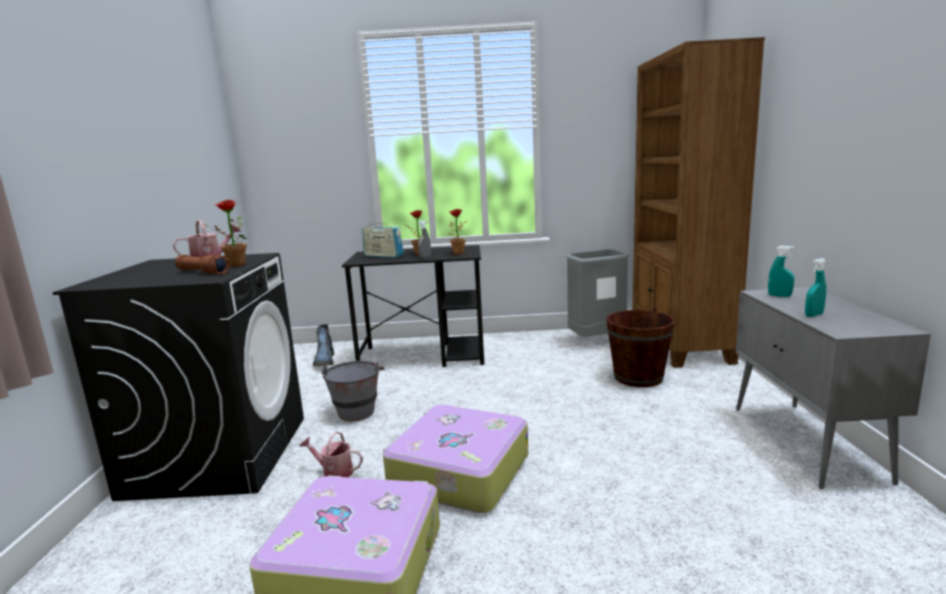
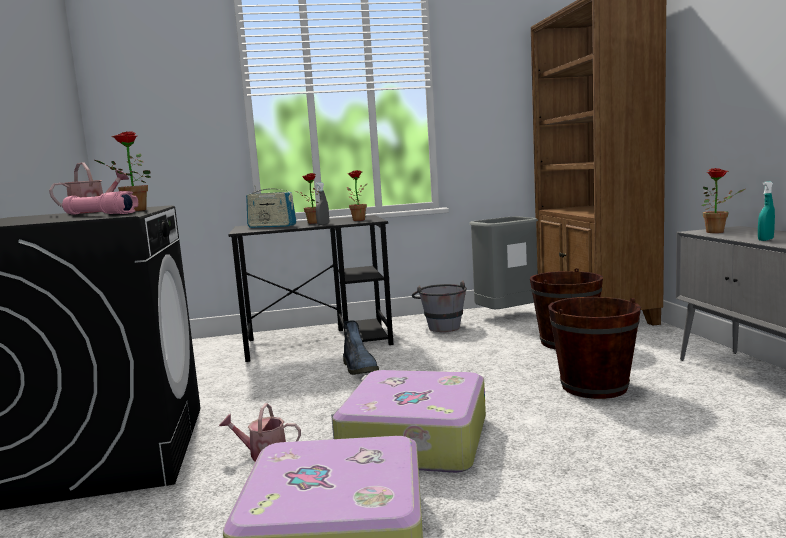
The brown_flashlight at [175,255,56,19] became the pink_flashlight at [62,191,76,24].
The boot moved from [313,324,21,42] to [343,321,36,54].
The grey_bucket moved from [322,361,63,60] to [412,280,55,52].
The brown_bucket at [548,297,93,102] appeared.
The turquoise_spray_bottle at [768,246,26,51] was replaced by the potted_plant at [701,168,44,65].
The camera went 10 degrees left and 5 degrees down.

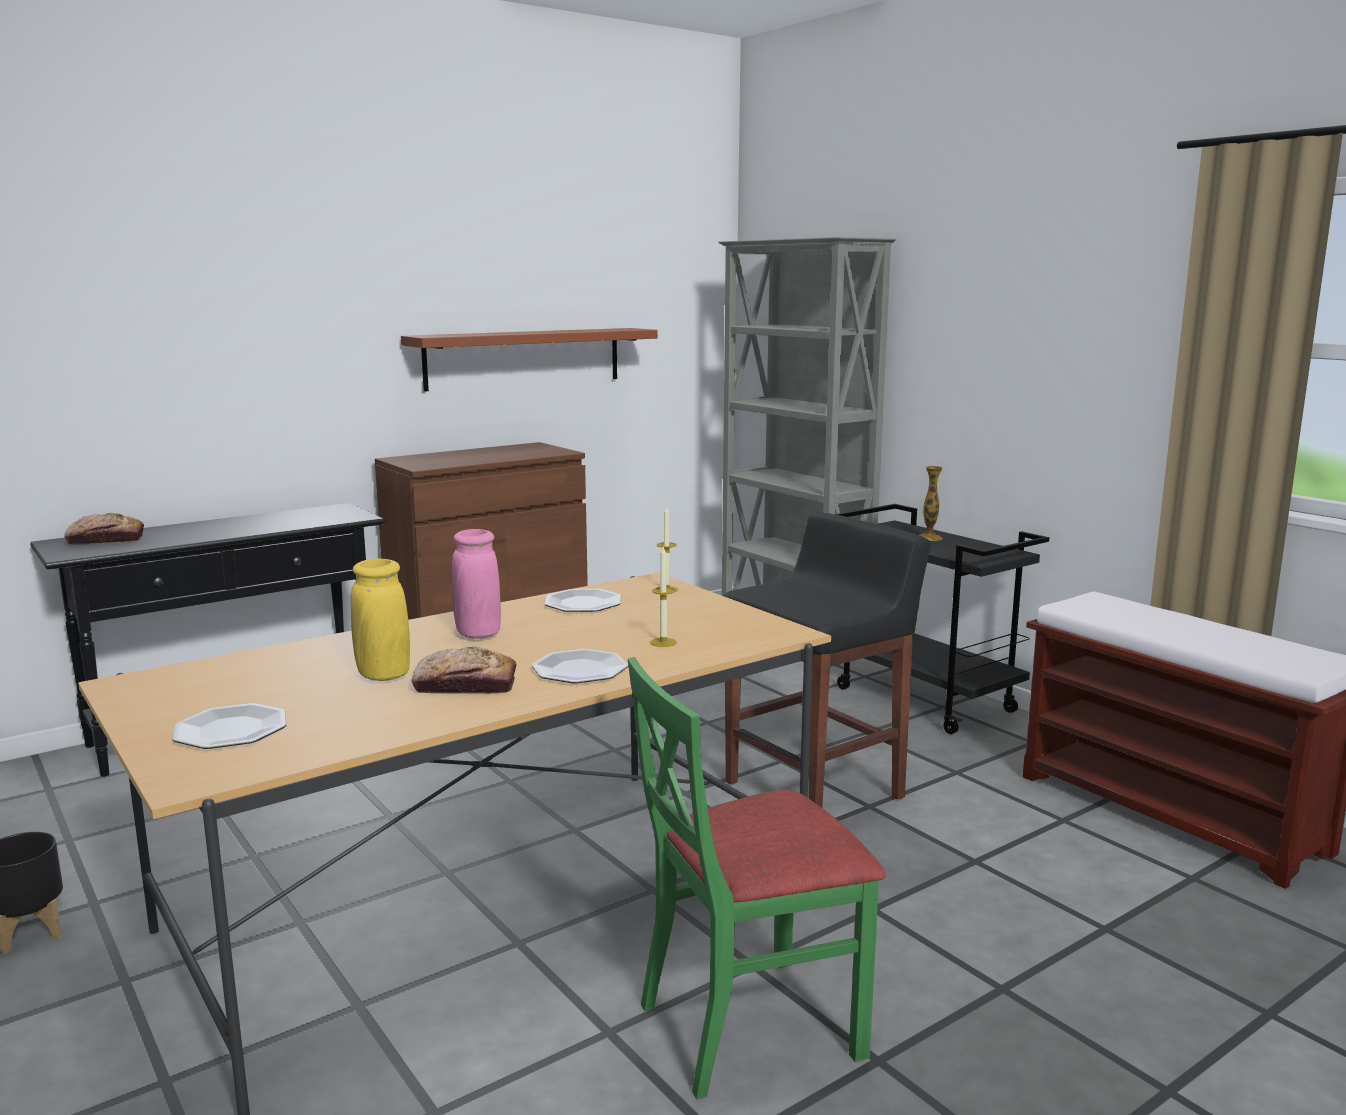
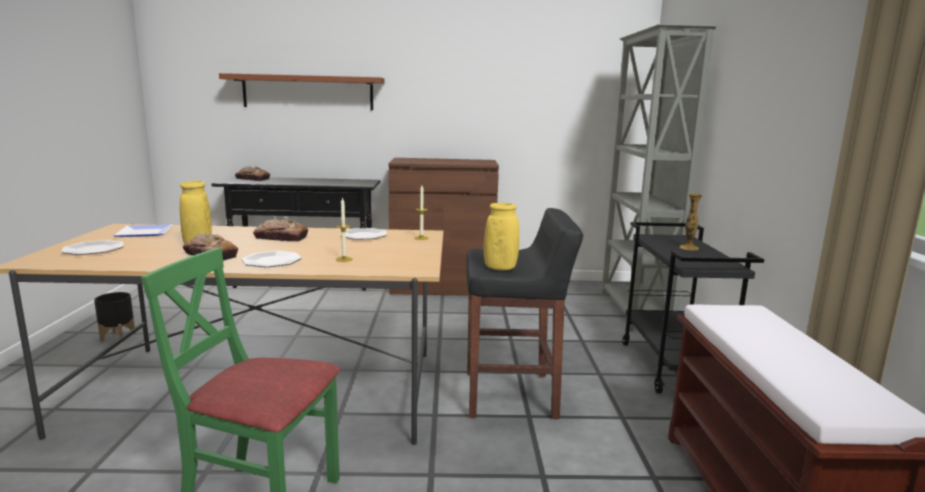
The plate at [113,224,60,13] appeared.
The brown_shelf moved from [401,328,257,64] to [219,73,165,37].
The pink_vase at [452,529,49,110] was replaced by the bread at [253,219,55,23].
The yellow_vase at [484,203,35,68] appeared.
The camera went 35 degrees right and 0 degrees up.

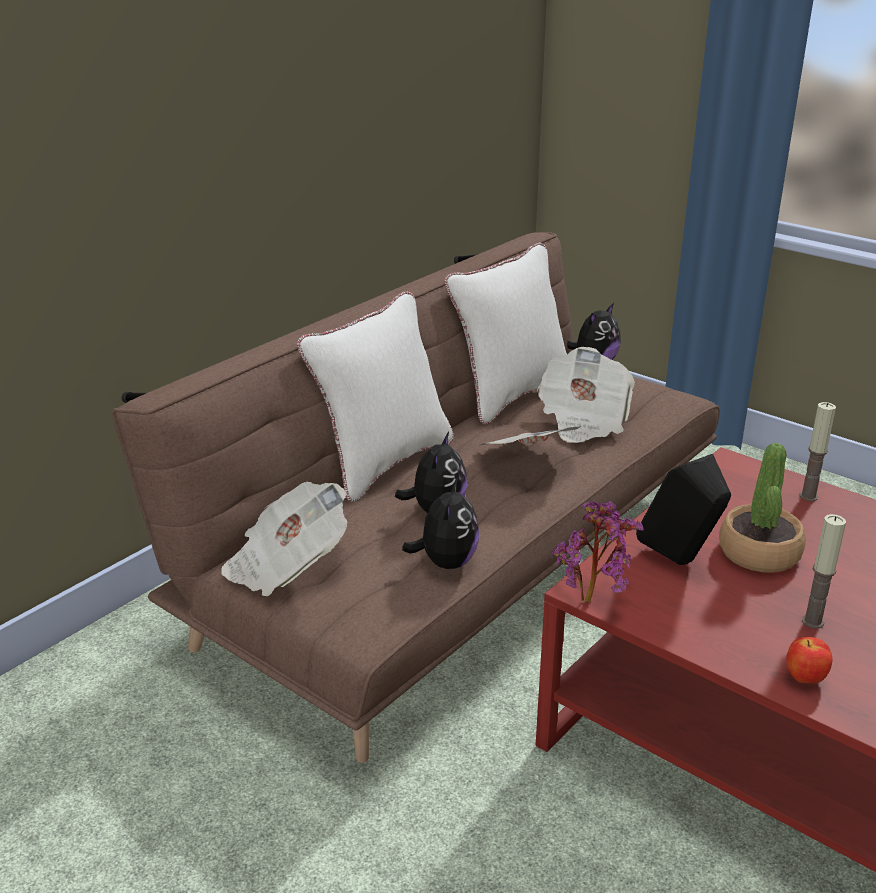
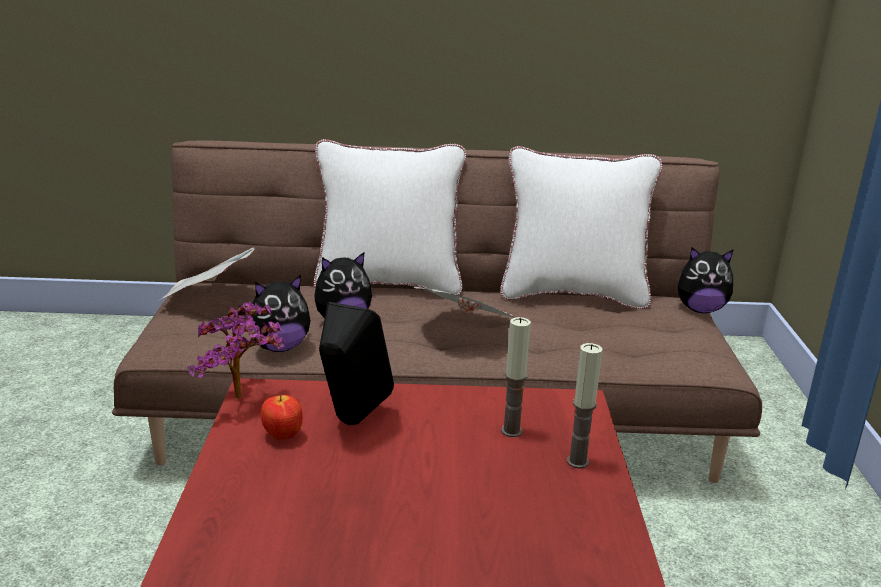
The apple moved from [786,637,46,47] to [261,394,42,47].
The candle moved from [802,514,44,115] to [501,317,30,120].
The newspaper at [537,347,98,96] disappeared.
The potted_plant at [719,443,87,130] disappeared.
The camera went 50 degrees right and 5 degrees down.

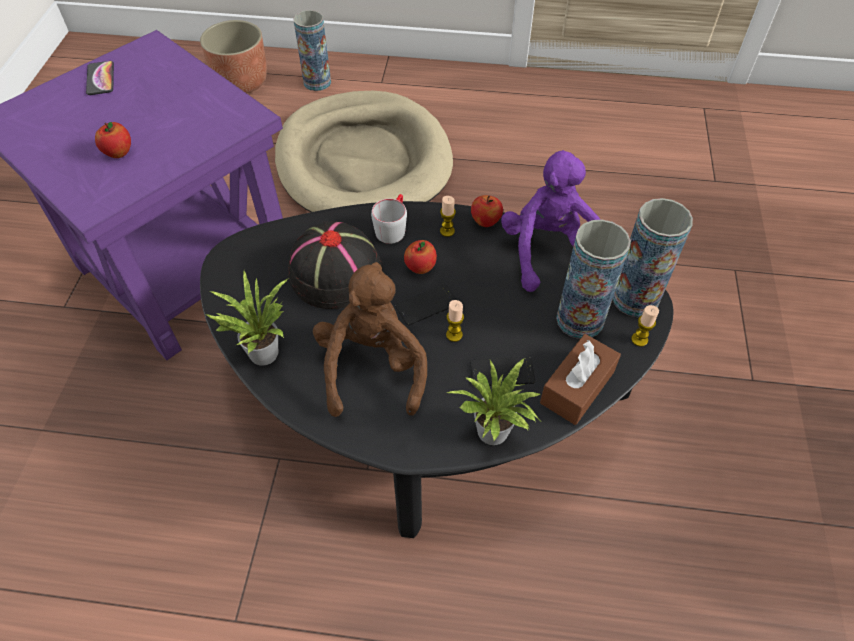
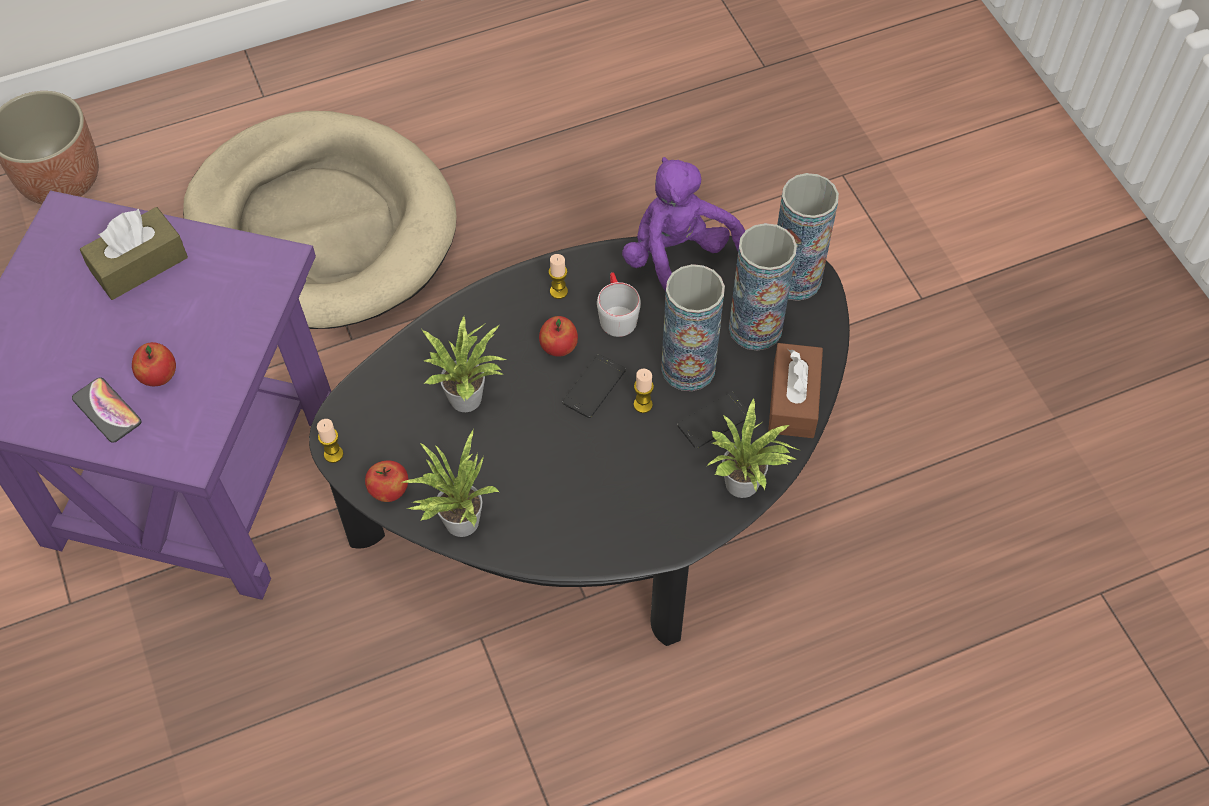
The phone moved from [86,61,28,34] to [72,377,69,66].
The brown_tissue_box at [80,207,108,93] appeared.
The candle moved from [631,305,28,42] to [317,419,26,44].
The apple moved from [471,195,32,32] to [365,460,43,42].
The black_hat at [288,222,95,87] was replaced by the potted_plant at [422,315,84,97].
The grey_mug moved from [371,194,36,50] to [597,272,44,65].
The vase moved from [294,10,37,81] to [661,264,64,127].
The brown_plush_toy at [313,262,114,155] disappeared.
The camera went 30 degrees left and 5 degrees up.

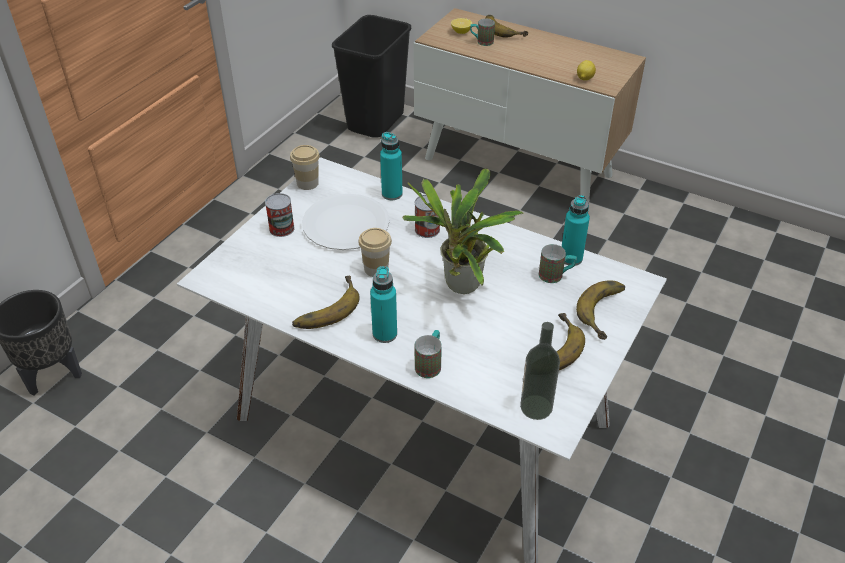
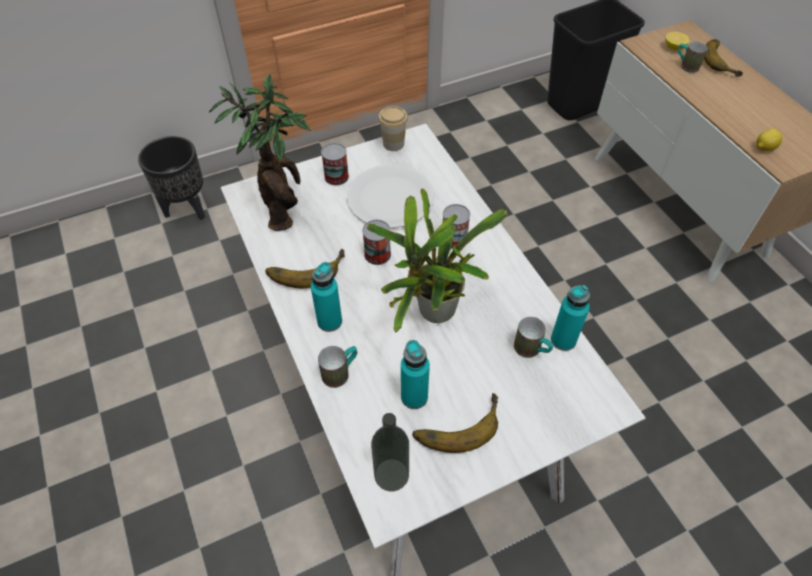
The potted_plant at [209,73,102,158] appeared.
The cup at [358,228,34,49] was replaced by the can at [362,220,29,45].
The turquoise_bottle moved from [380,132,23,68] to [401,340,29,69].
The banana at [576,280,49,60] disappeared.
The camera went 35 degrees right and 10 degrees up.

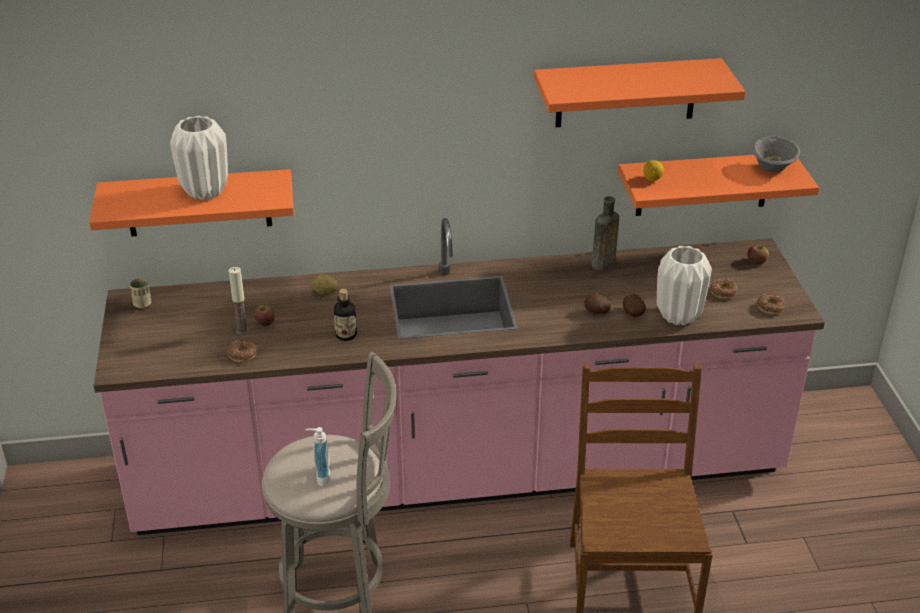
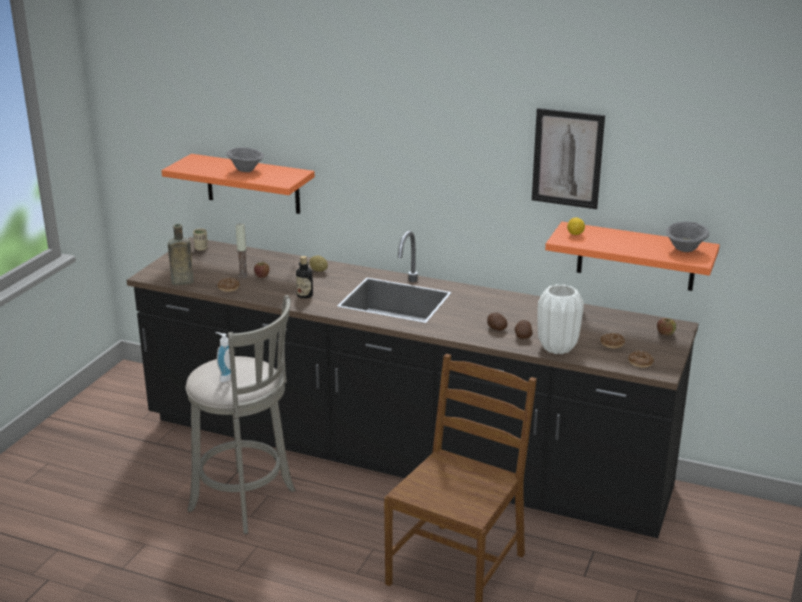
The pink_counter at [94,218,731,317] became the black_counter at [127,231,572,307].
The brown_bottle moved from [592,196,27,74] to [168,224,26,62].
The white_vase at [170,116,58,84] was replaced by the grey_bowl at [226,147,38,25].
The orange_shelf at [534,58,212,69] was replaced by the picture at [532,108,73,101].
The camera went 30 degrees right and 10 degrees down.

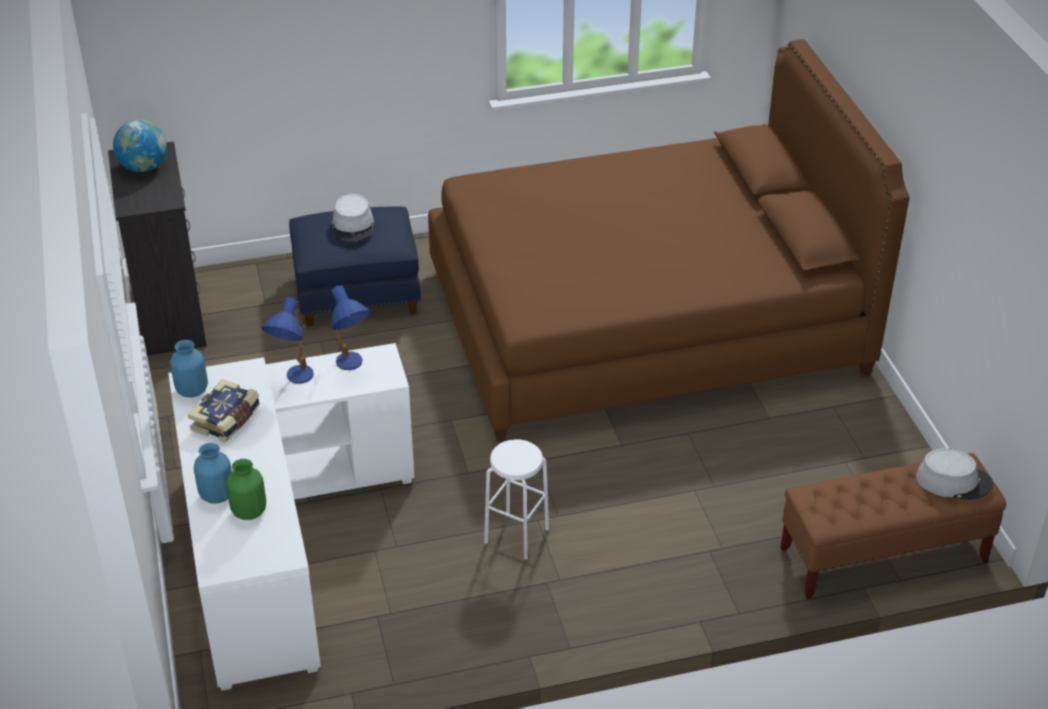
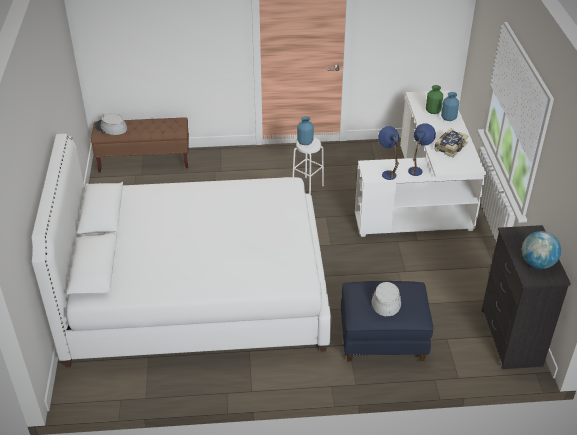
The brown_bed at [428,39,482,403] became the white_bed at [32,134,299,233].
The blue_vase moved from [170,340,38,57] to [297,116,17,29].
The camera went 170 degrees left and 0 degrees up.

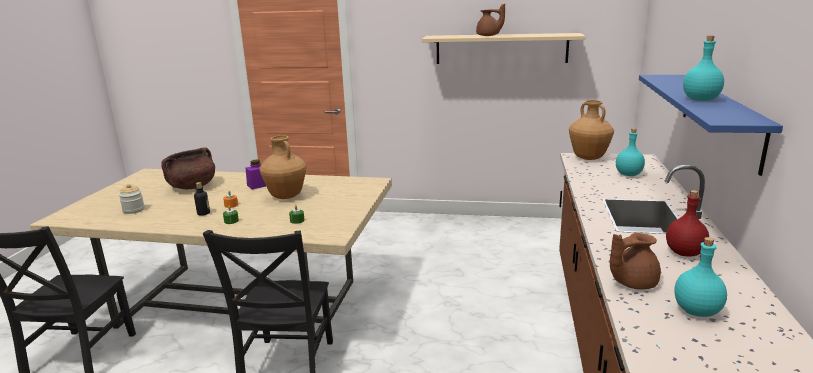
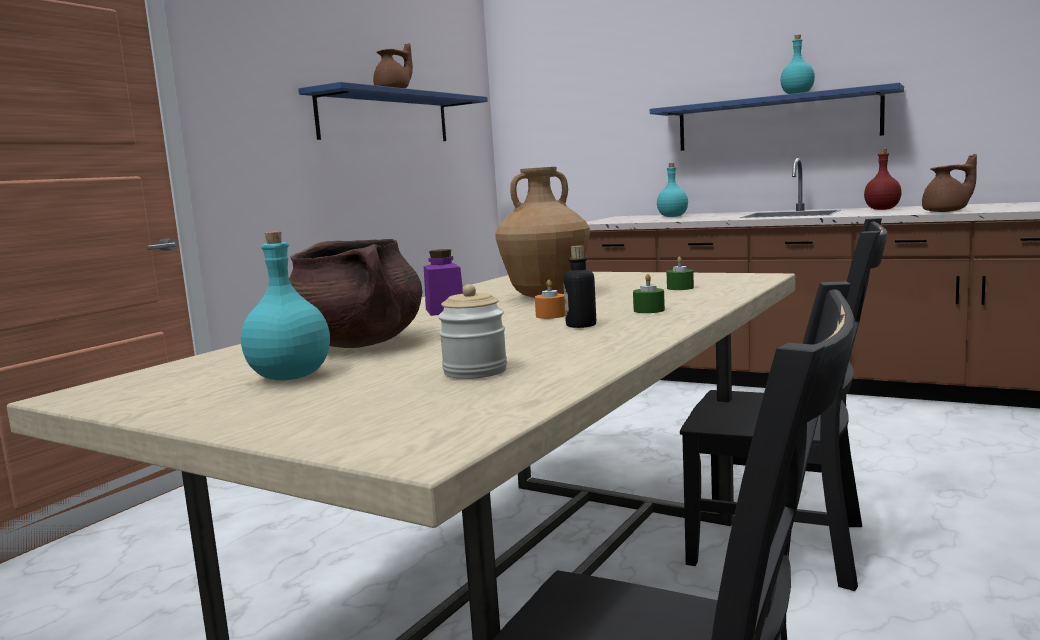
The turquoise_bottle moved from [675,237,52,80] to [241,231,89,149].
The beige_shelf at [422,33,163,31] became the blue_shelf at [298,82,190,59].
The brown_teapot at [610,233,51,56] turned 90 degrees counterclockwise.
The brown_vase at [569,100,45,60] disappeared.
The camera went 70 degrees left and 10 degrees down.

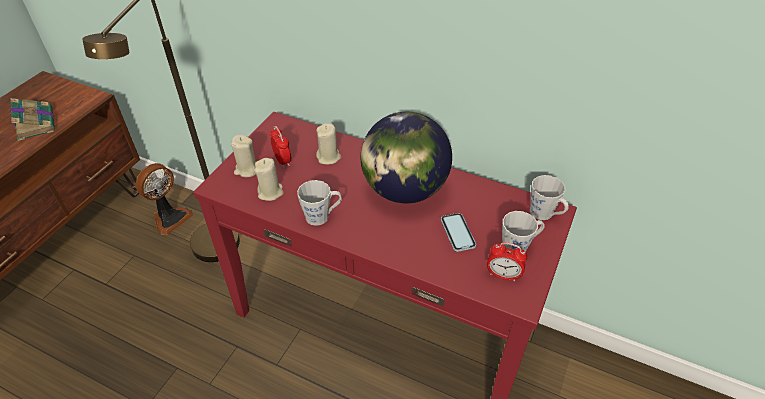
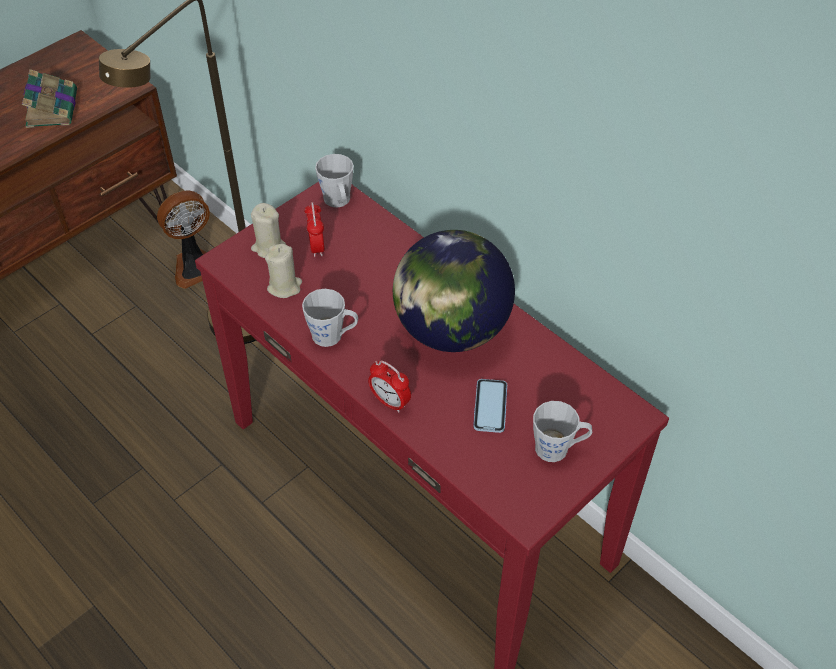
The grey_mug moved from [530,175,39,45] to [315,154,39,53].
The alarm_clock moved from [487,242,40,39] to [368,360,43,53].
The beige_candle at [316,123,25,41] disappeared.
The camera went 20 degrees right and 5 degrees up.

